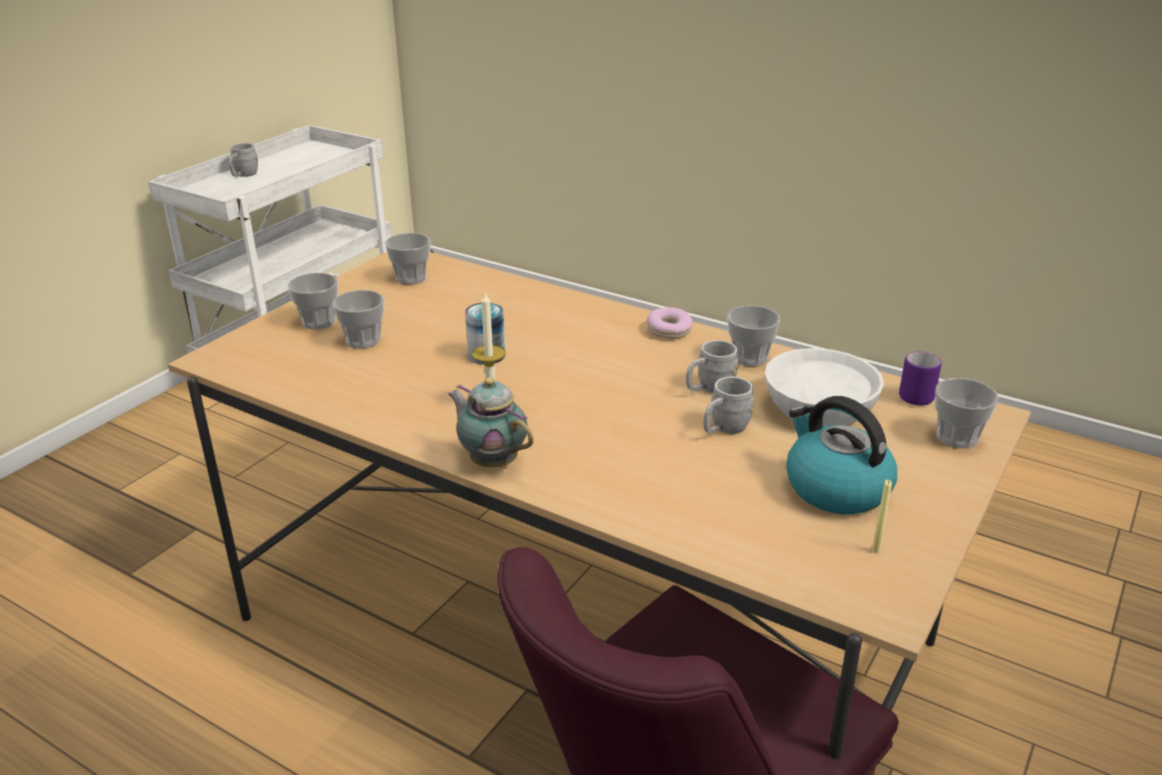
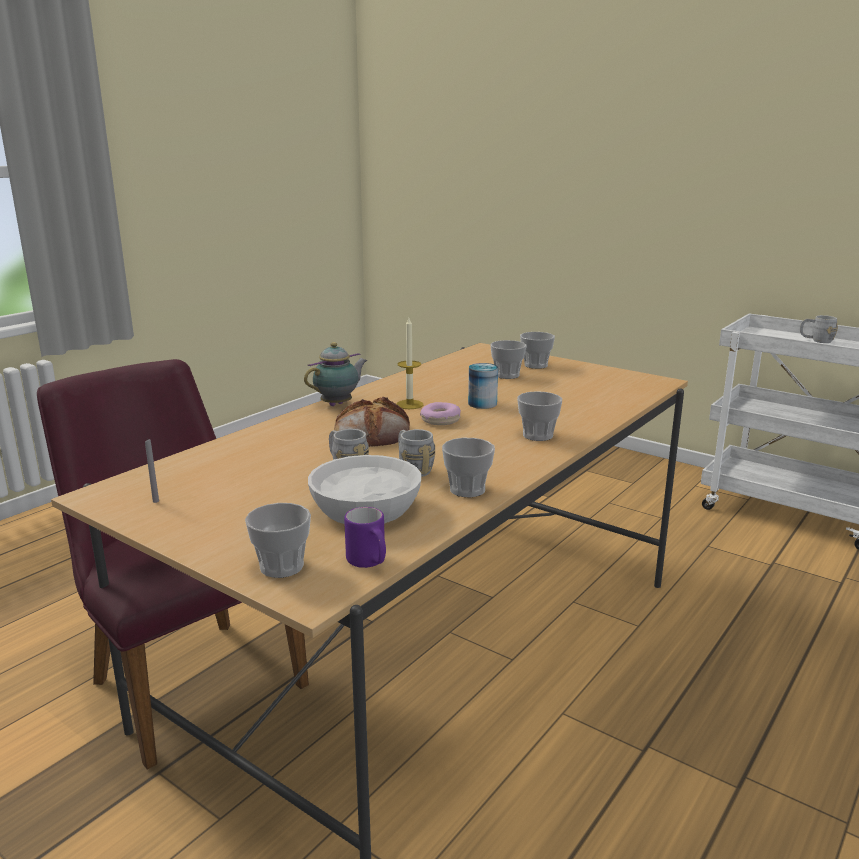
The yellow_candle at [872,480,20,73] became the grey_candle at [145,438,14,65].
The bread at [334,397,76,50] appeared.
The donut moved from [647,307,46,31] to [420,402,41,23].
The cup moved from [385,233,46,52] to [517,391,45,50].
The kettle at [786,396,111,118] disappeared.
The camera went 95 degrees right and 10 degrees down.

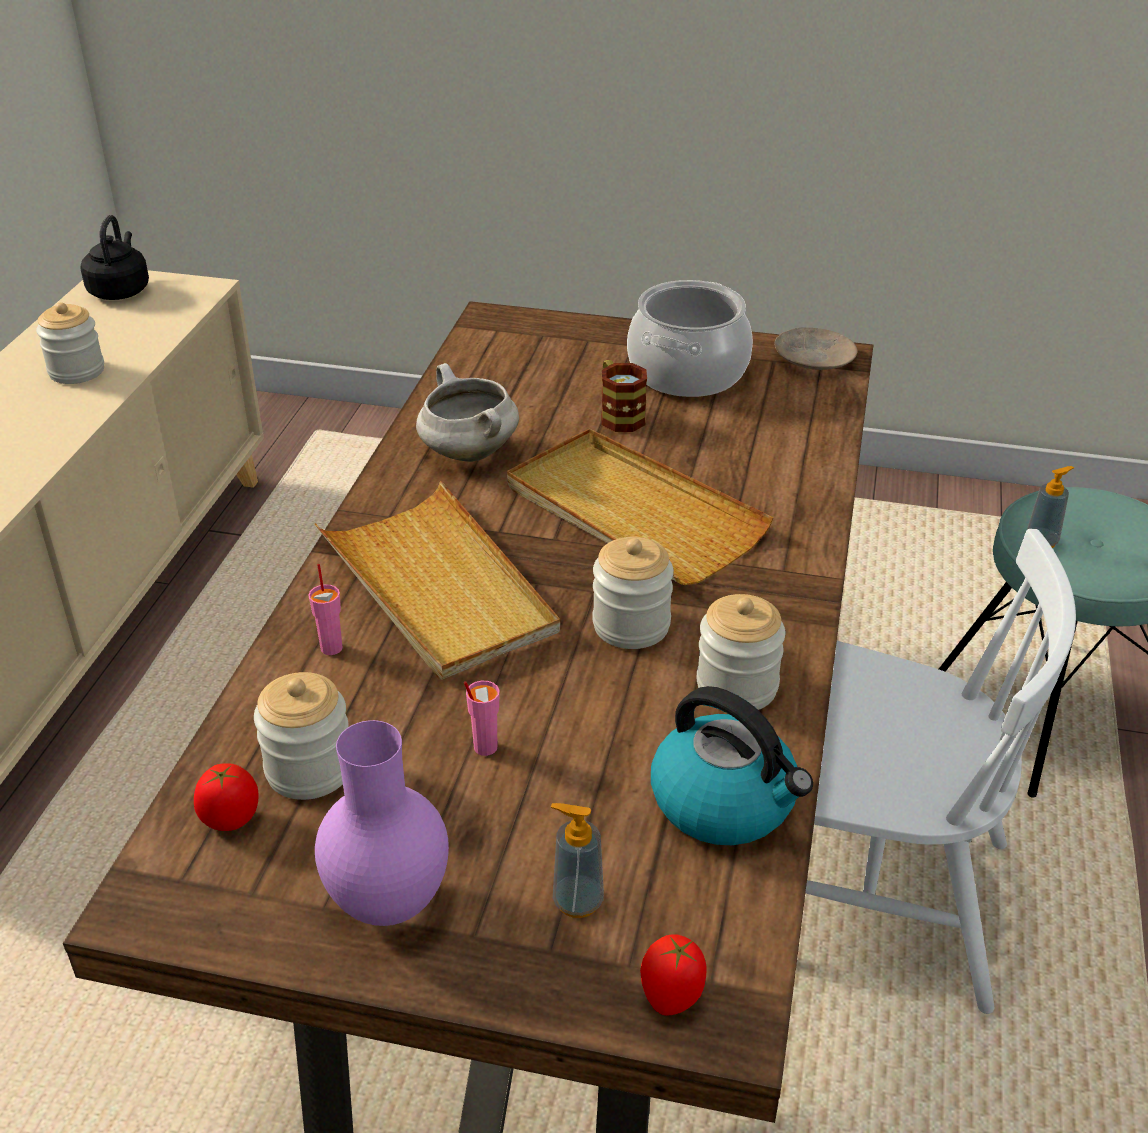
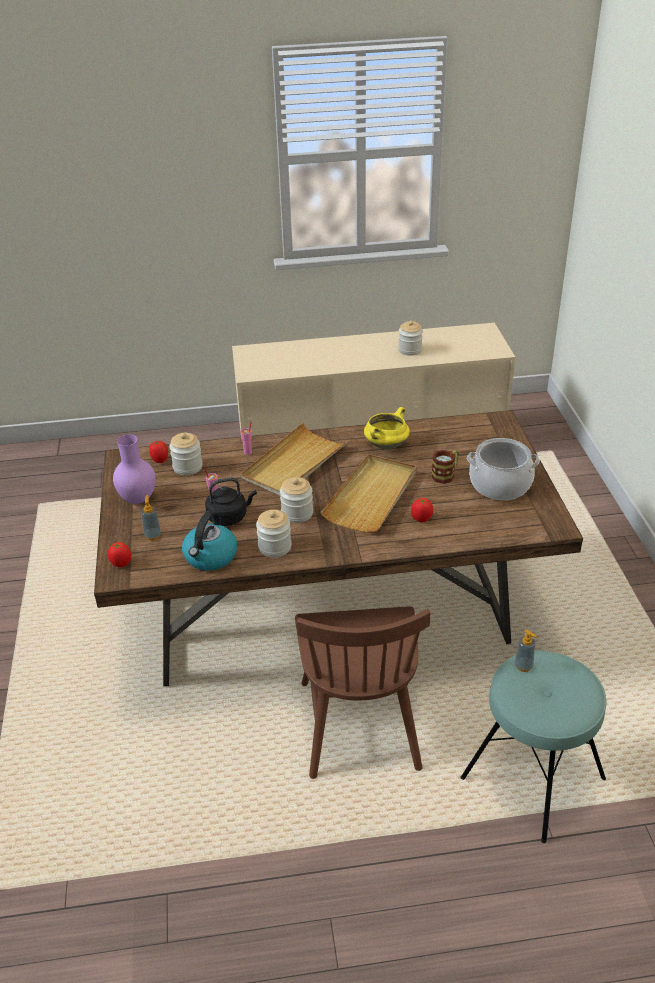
The black_kettle moved from [81,215,68,85] to [205,477,52,49].
The white_chair at [805,529,271,485] became the brown_chair at [295,606,136,173].
The white_cooking_pot at [416,363,103,99] became the yellow_cooking_pot at [364,407,46,43].
The tomato at [411,498,22,24] appeared.
The beige_plate at [774,327,83,43] disappeared.
The camera went 70 degrees right and 0 degrees up.

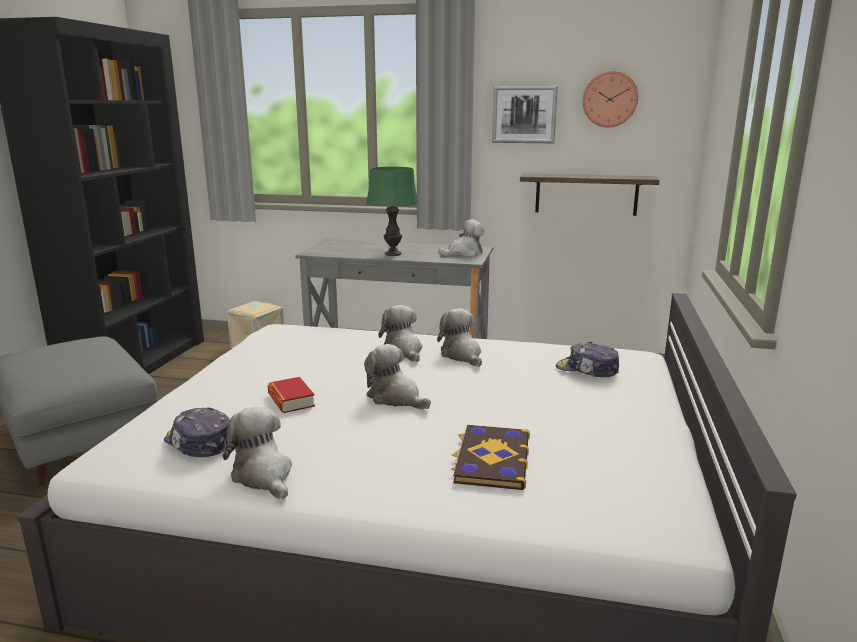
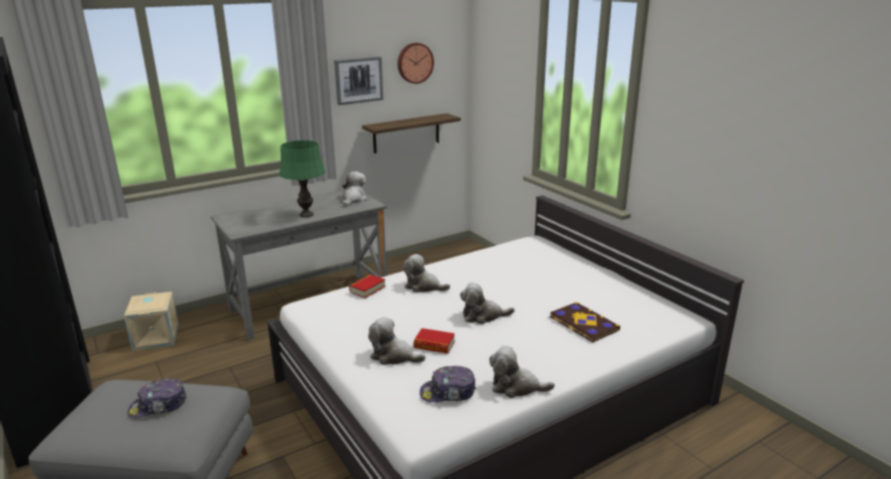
The cap moved from [556,342,63,35] to [128,379,59,39].
The book at [349,274,37,24] appeared.
The plush_toy moved from [437,308,45,59] to [368,317,57,48].
The camera went 45 degrees left and 5 degrees up.

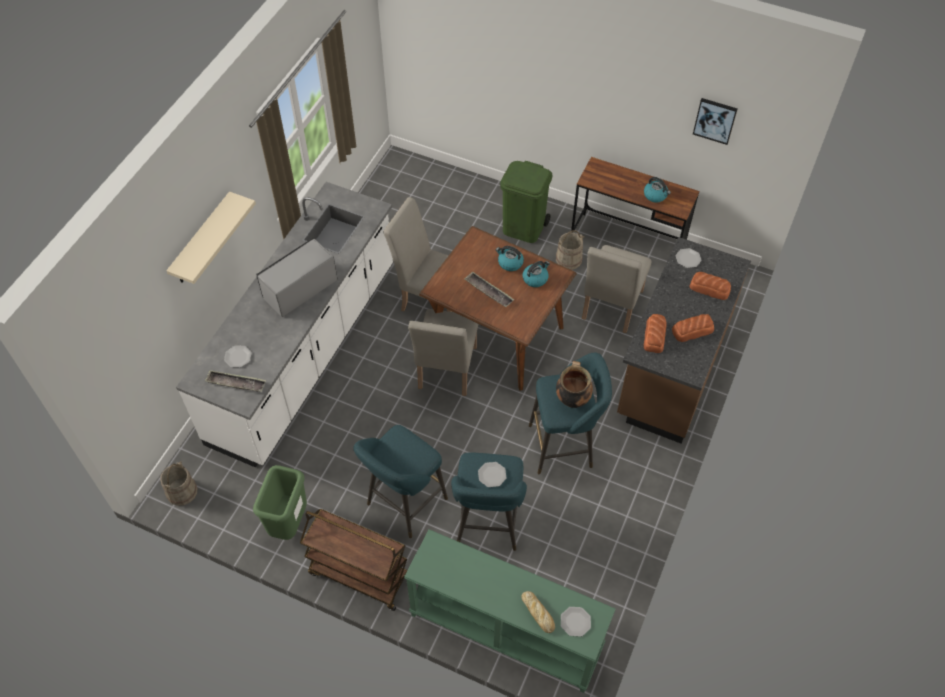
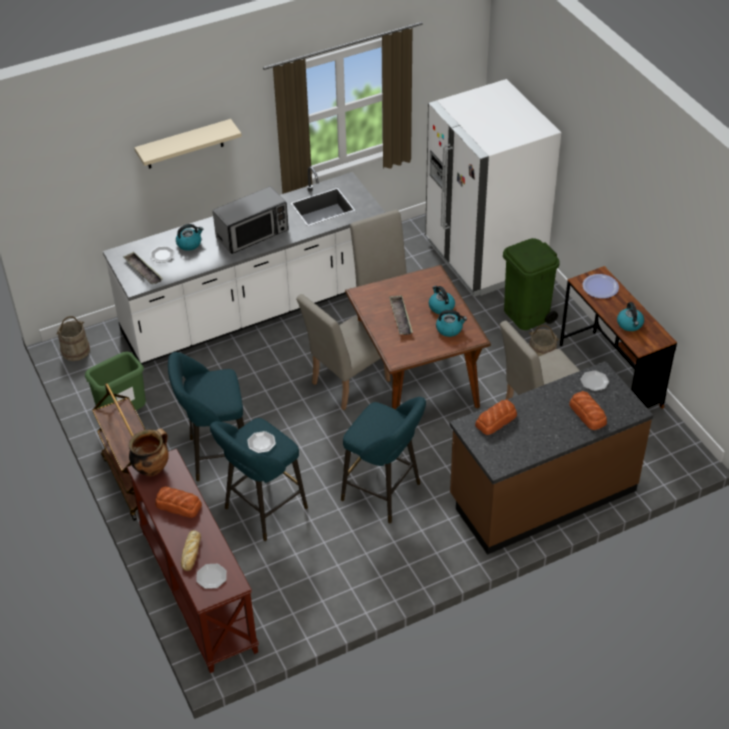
The green_console_table at [404,529,212,164] became the brown_console_table at [127,449,132,224].
The cooking_pot moved from [556,361,37,47] to [129,428,40,48].
The bread moved from [672,314,42,28] to [155,487,47,31].
The kettle at [176,224,27,27] appeared.
The microwave at [256,238,82,79] turned 150 degrees clockwise.
The white_fridge at [425,79,136,218] appeared.
The plate at [583,274,36,24] appeared.
The picture at [693,98,44,47] disappeared.
The camera went 40 degrees right and 10 degrees down.

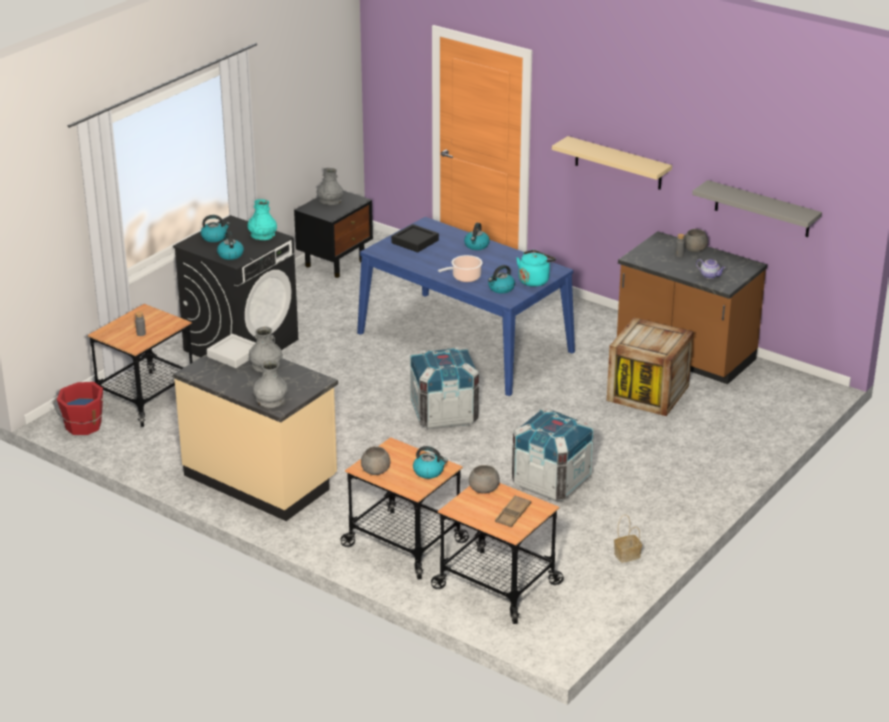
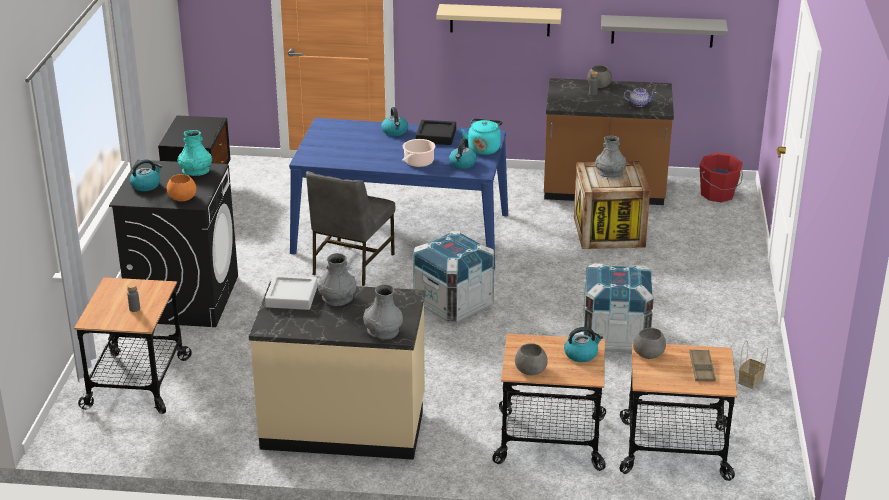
The kettle at [217,231,27,29] was replaced by the orange_bowl at [167,174,29,27].
The grey_chair at [306,171,89,115] appeared.
The black_tray moved from [391,224,48,28] to [416,120,40,25].
The grey_vase moved from [317,168,26,37] to [595,136,31,42].
The red_bucket moved from [53,382,55,53] to [700,152,43,50].
The camera went 30 degrees left and 0 degrees up.

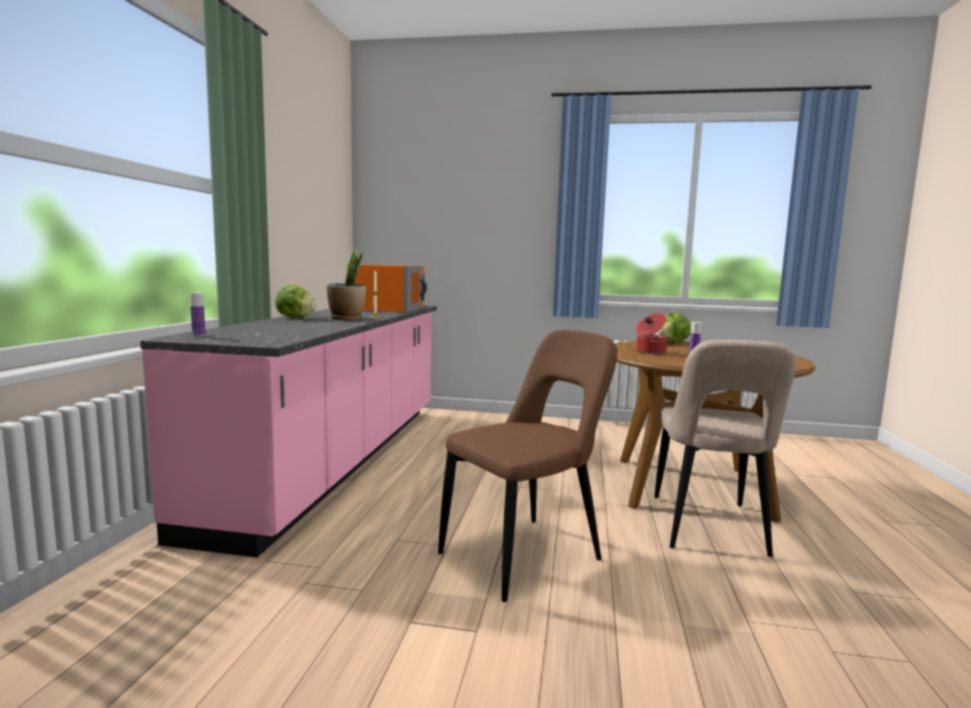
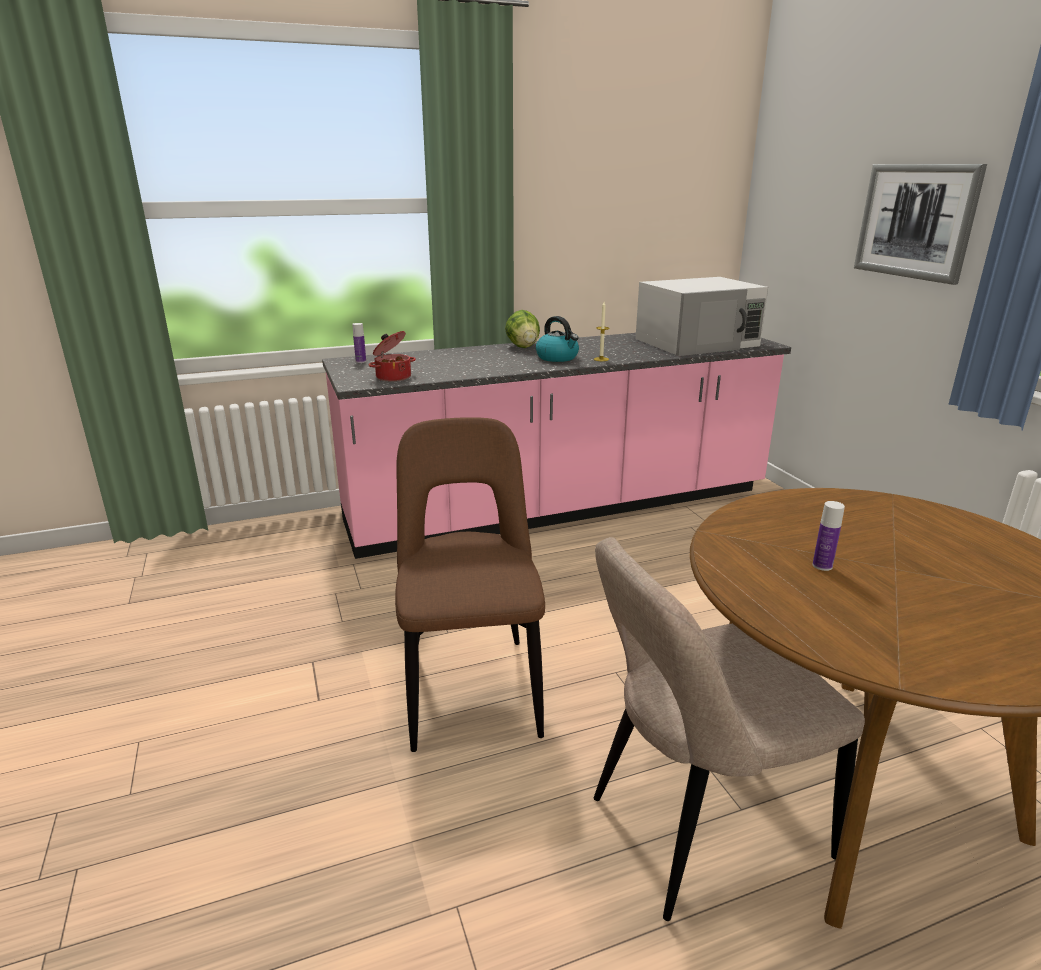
The cooking_pot moved from [636,313,31,41] to [368,331,48,51].
The brown_chair at [438,330,179,272] turned 120 degrees counterclockwise.
The potted_plant at [327,248,39,72] was replaced by the kettle at [536,316,43,46].
The orange_microwave at [347,265,80,47] became the white_microwave at [635,277,133,79].
The picture at [854,164,133,121] appeared.
The lettuce at [654,313,37,30] disappeared.
The camera went 60 degrees right and 15 degrees up.

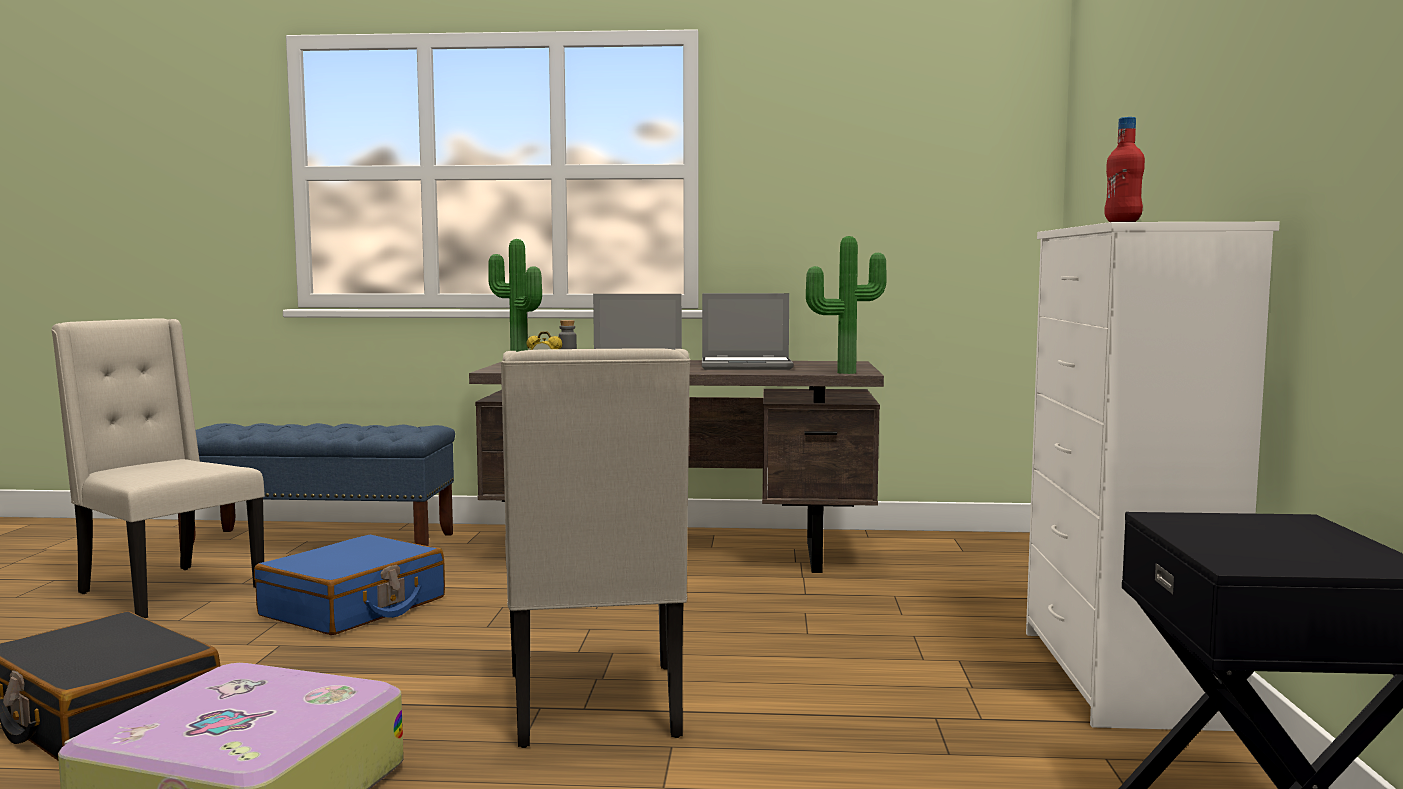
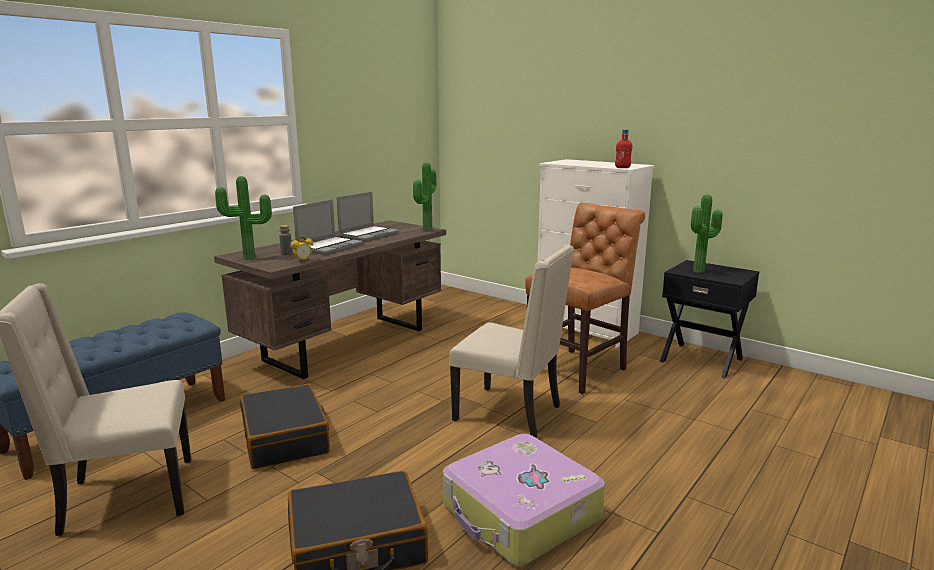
The blue_suitcase at [254,535,191,100] became the black_suitcase at [240,384,90,85].
The brown_chair at [525,203,120,191] appeared.
The potted_plant at [691,194,32,79] appeared.
The camera went 55 degrees left and 10 degrees up.

